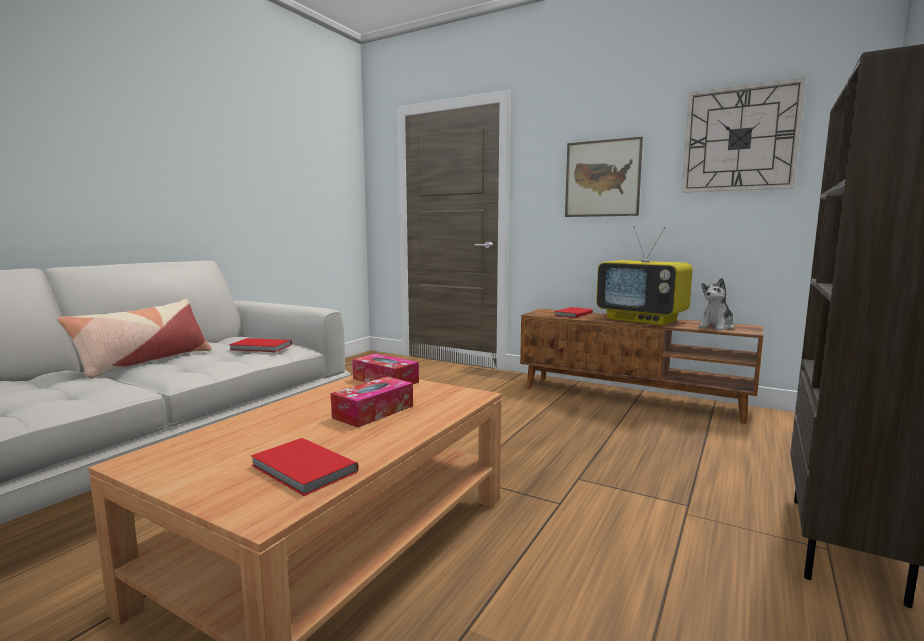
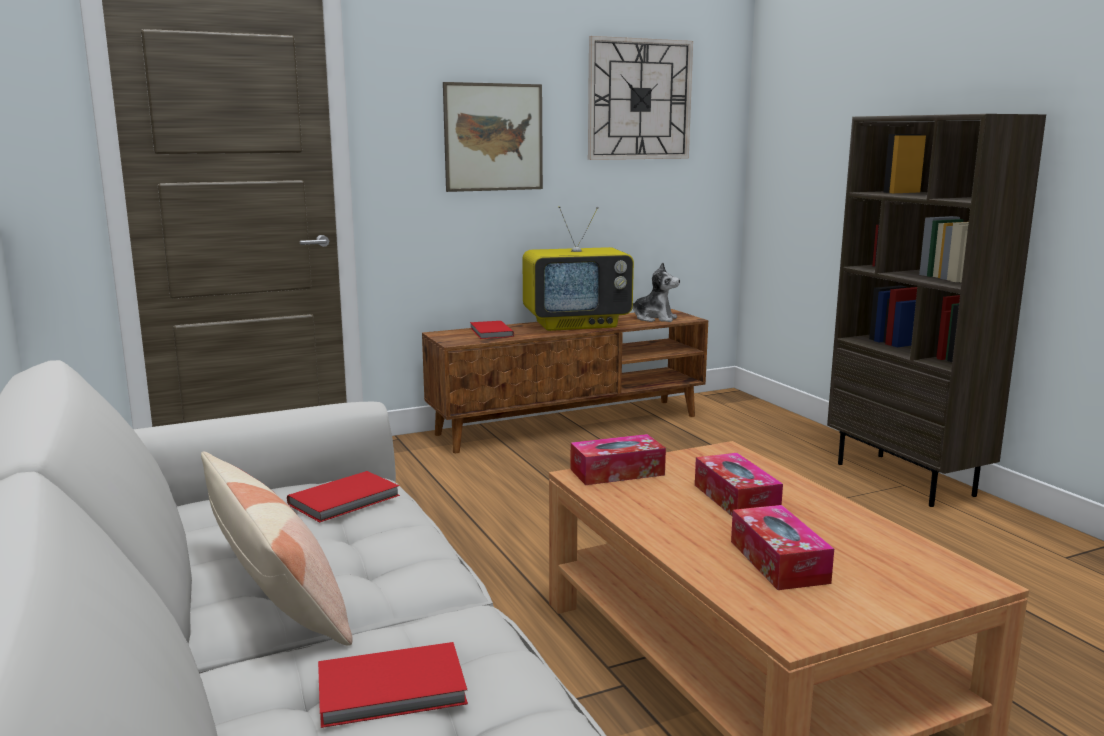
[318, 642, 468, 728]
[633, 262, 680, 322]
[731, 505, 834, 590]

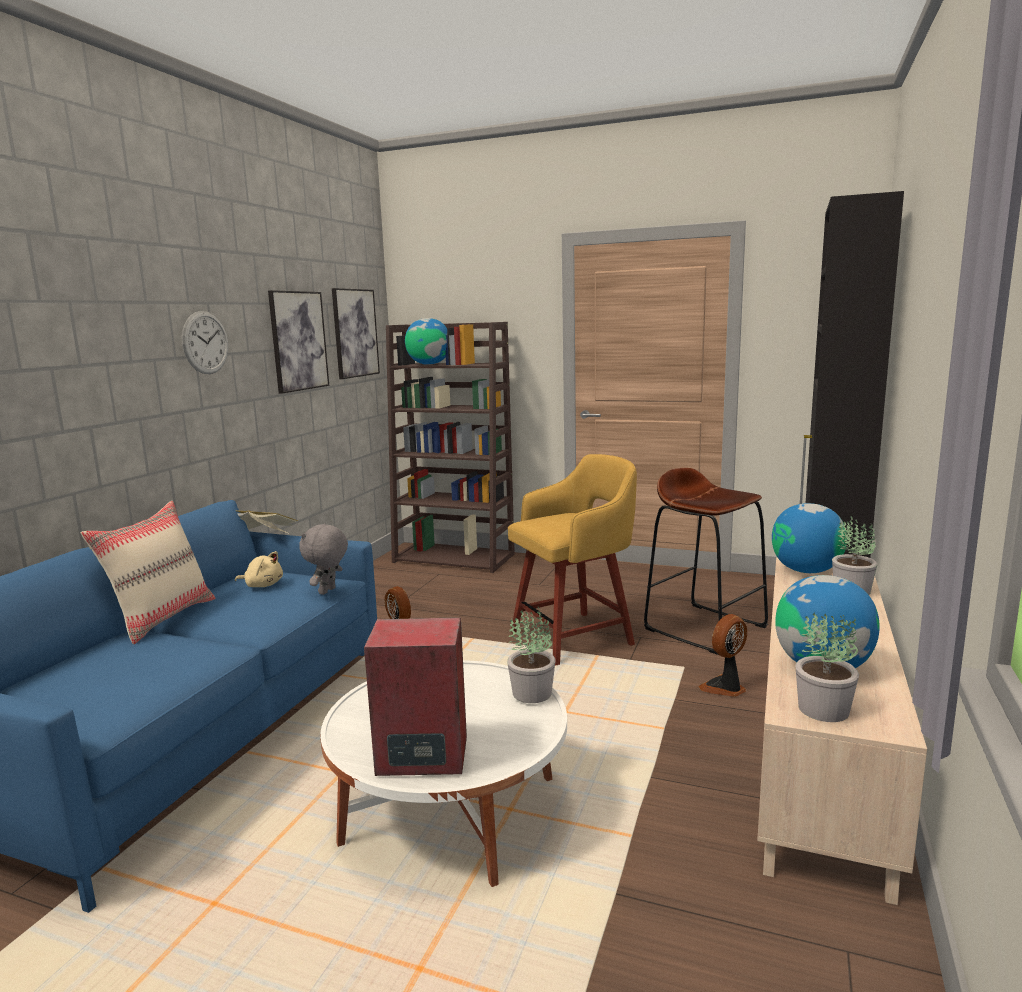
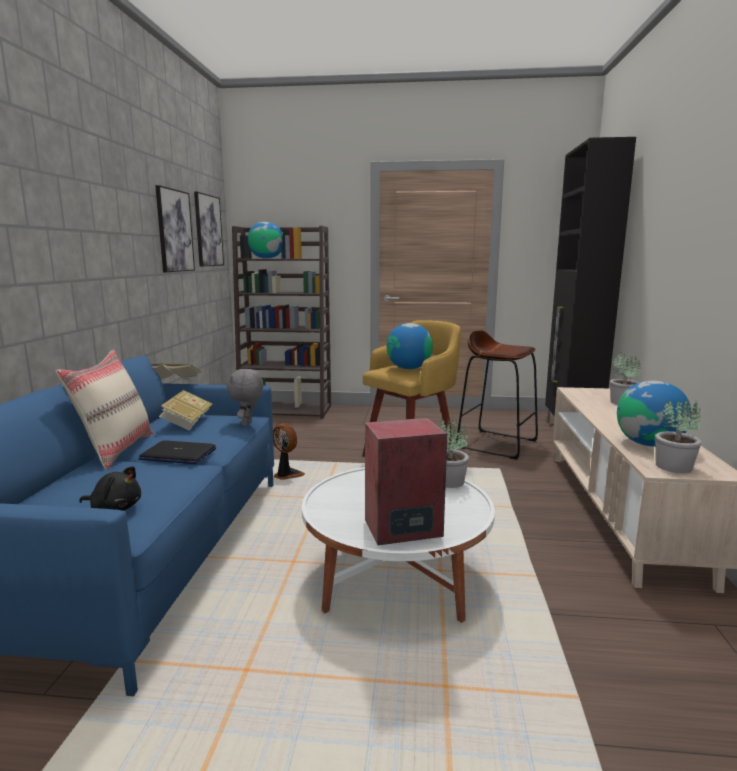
[182, 311, 228, 374] (first image)
[159, 390, 213, 431]
[698, 614, 747, 697] (first image)
[387, 323, 433, 369]
[79, 466, 141, 511]
[139, 440, 216, 464]

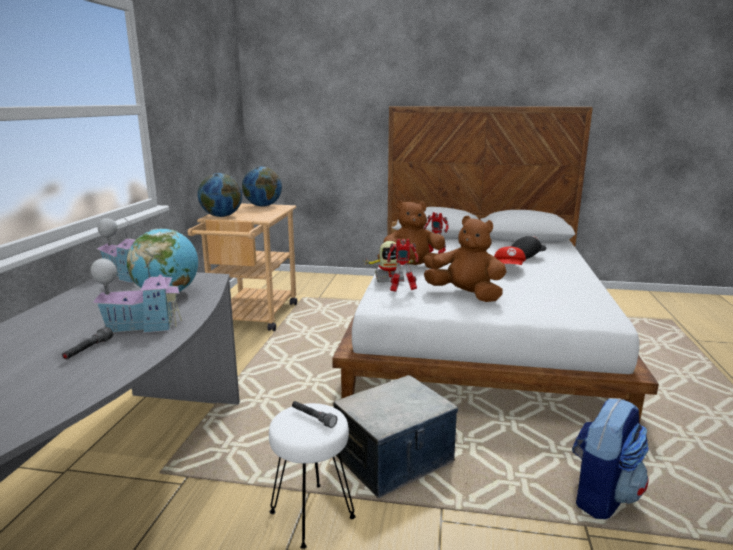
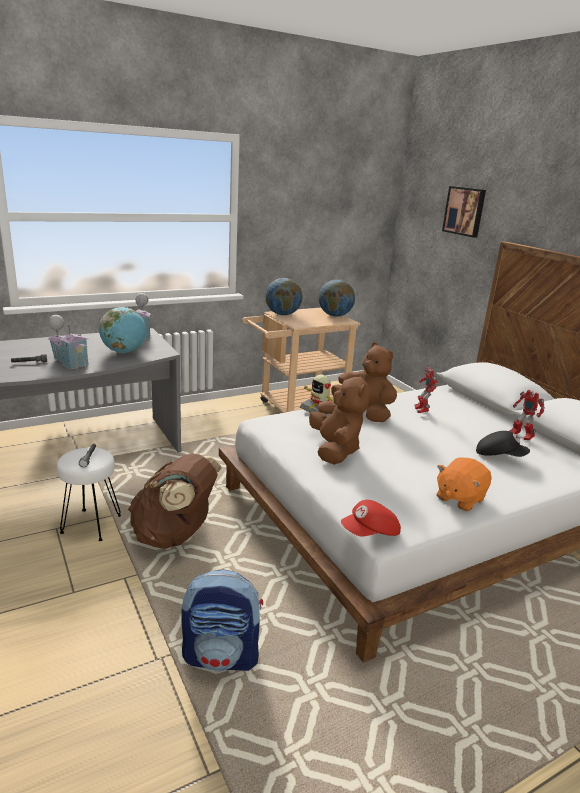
[128, 454, 222, 549]
[509, 390, 545, 440]
[341, 500, 401, 536]
[436, 457, 491, 511]
[442, 186, 486, 237]

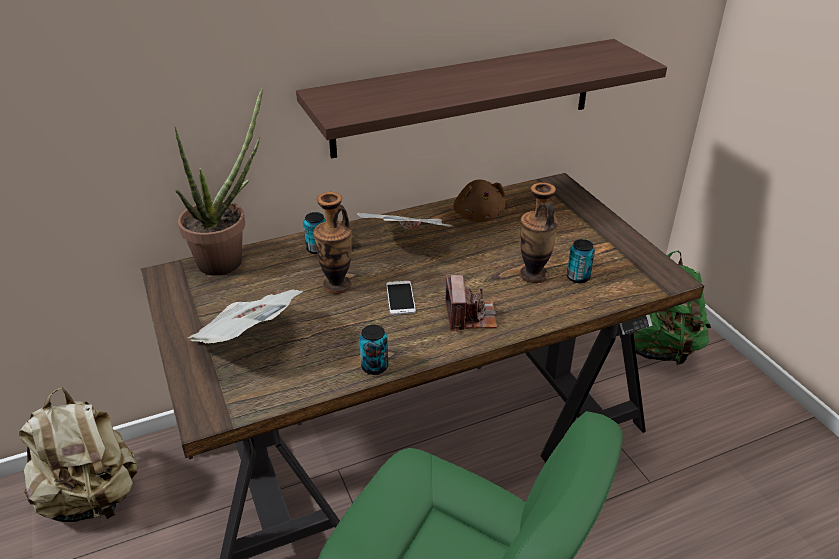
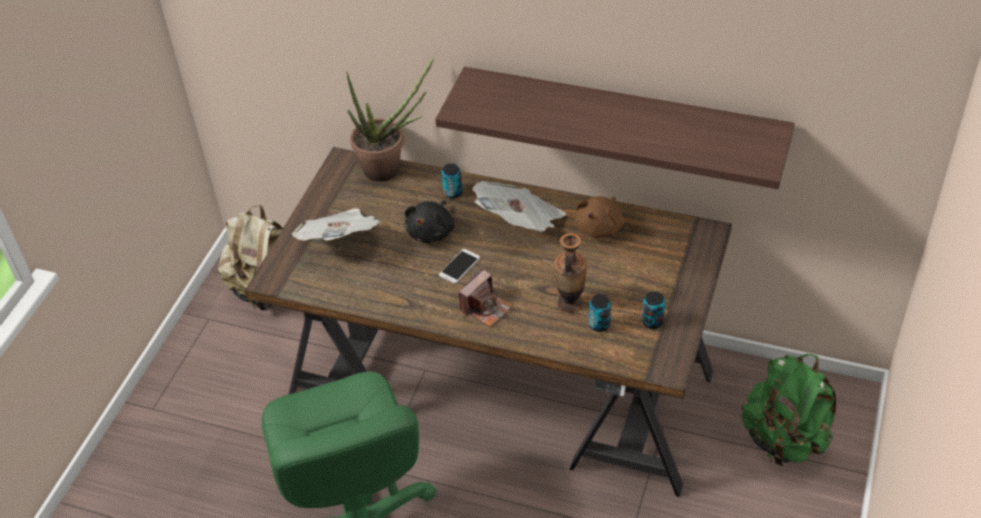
[405, 201, 454, 243]
[642, 291, 665, 329]

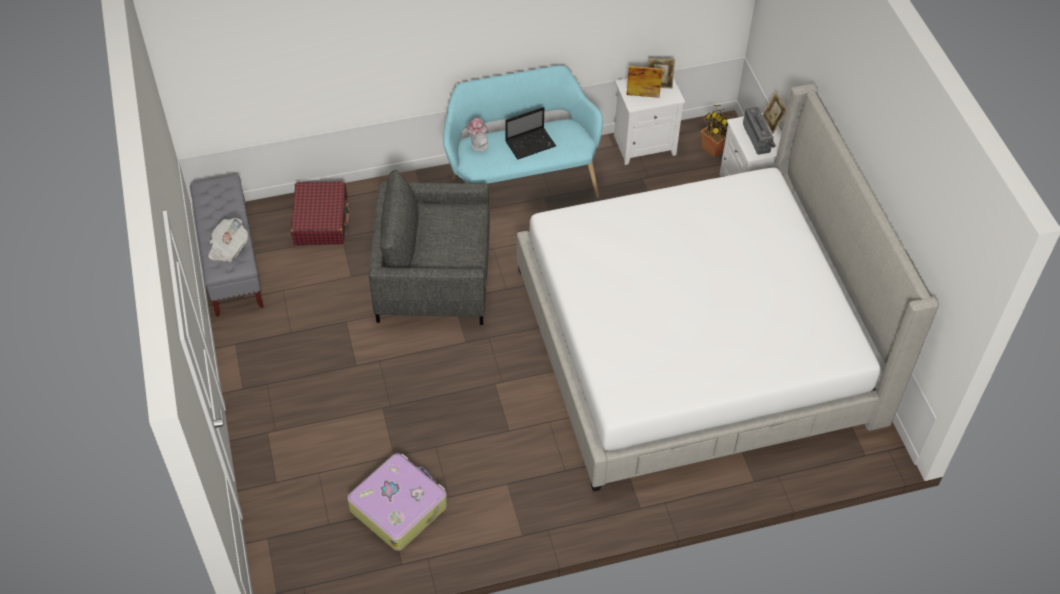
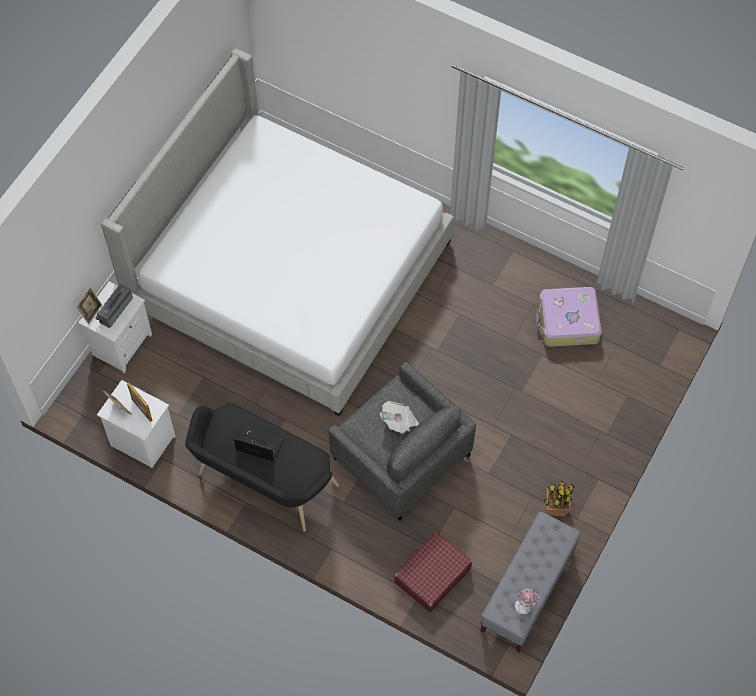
[380, 401, 419, 434]
[185, 403, 339, 531]
[515, 589, 540, 614]
[544, 479, 574, 516]

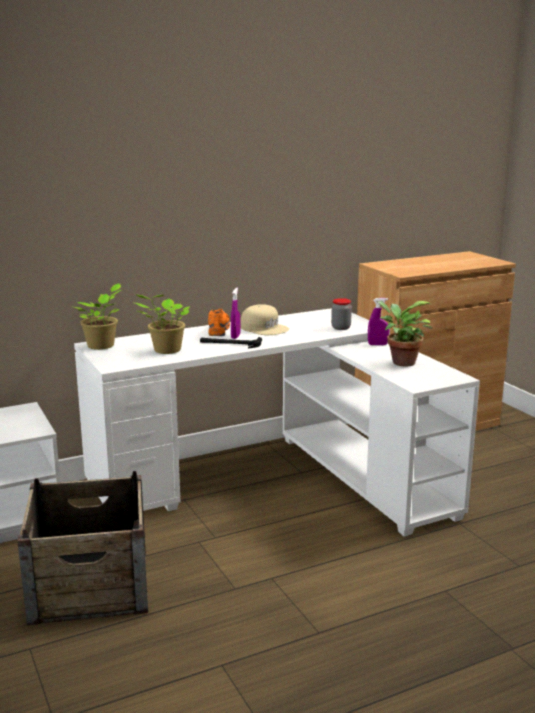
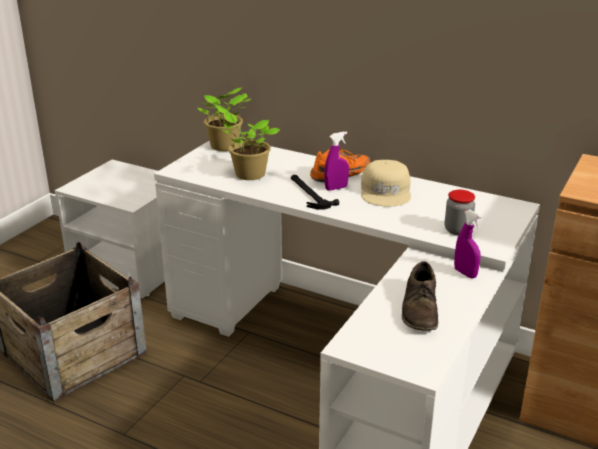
[402, 261, 438, 331]

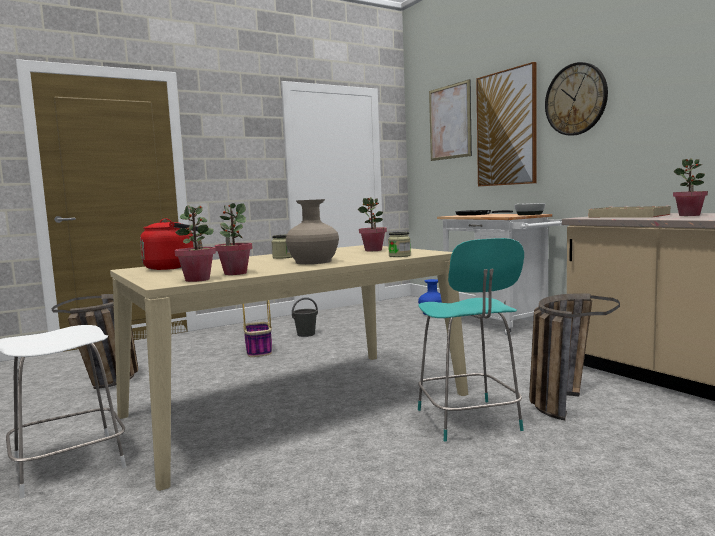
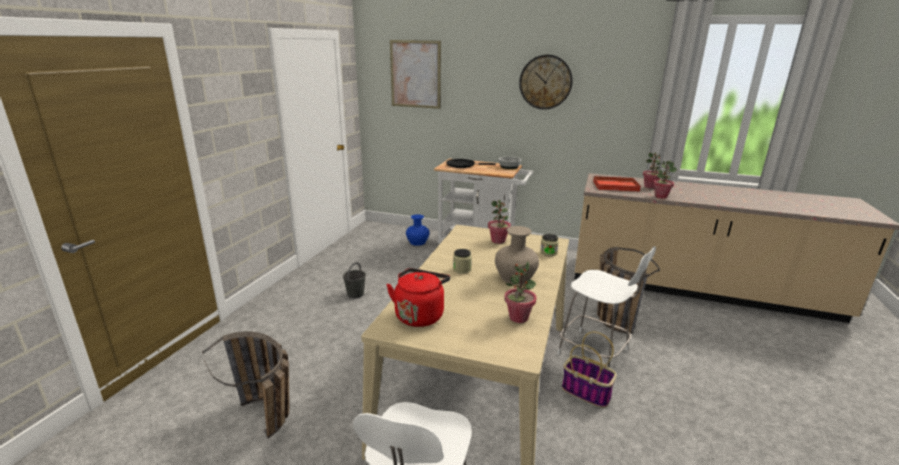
[653, 161, 677, 199]
[562, 332, 617, 408]
[557, 246, 656, 368]
[476, 62, 537, 186] (first image)
[593, 176, 641, 192]

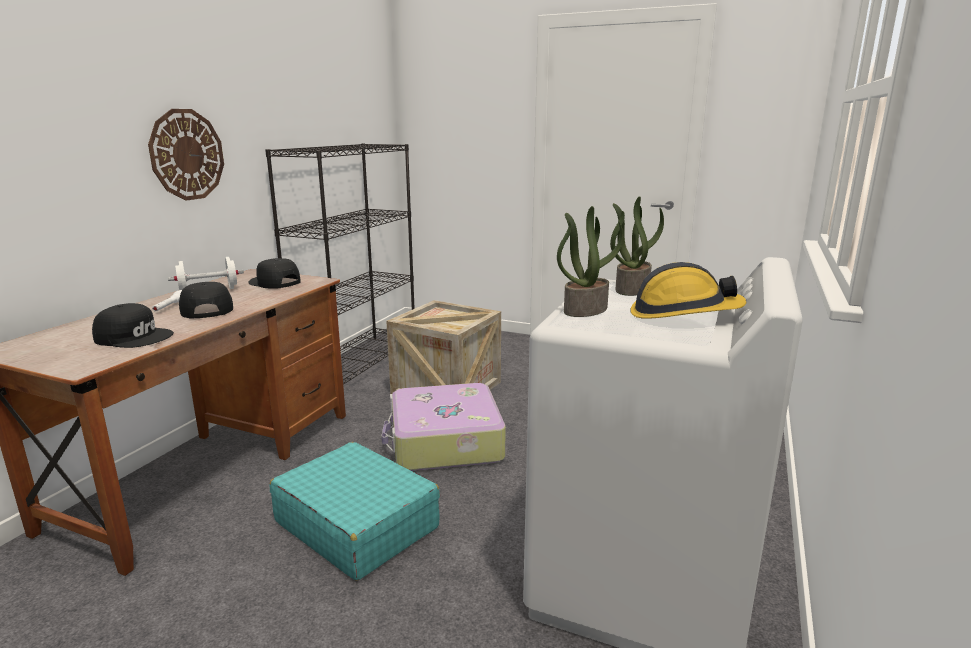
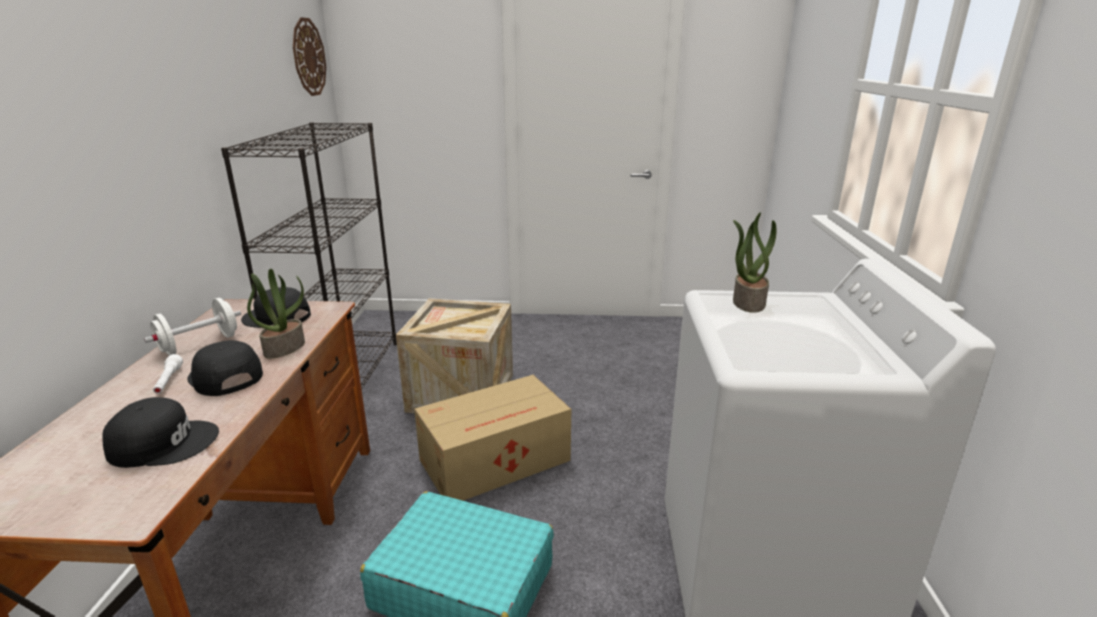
[293, 17, 326, 96]
[414, 375, 571, 501]
[247, 269, 305, 359]
[630, 262, 746, 319] (first image)

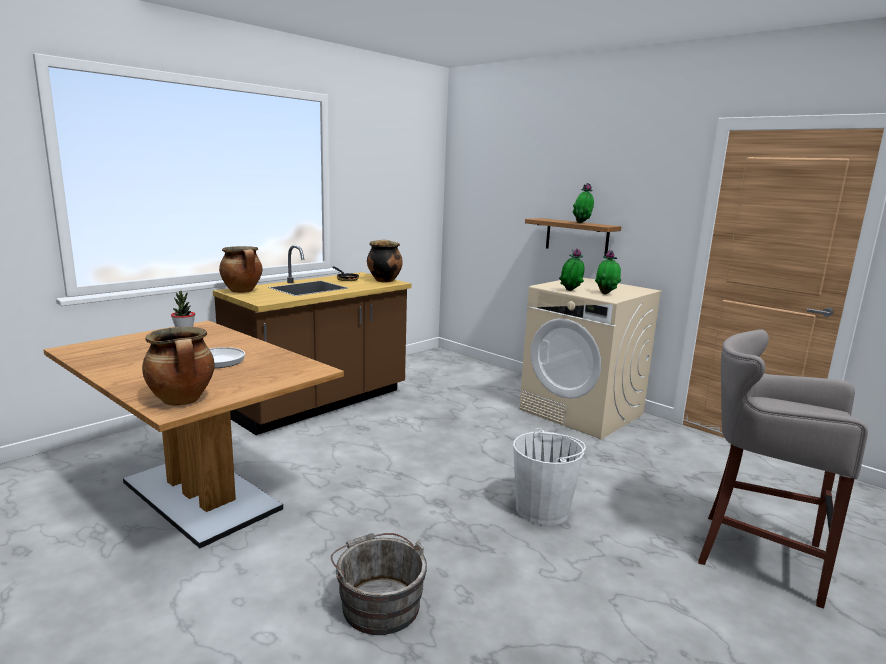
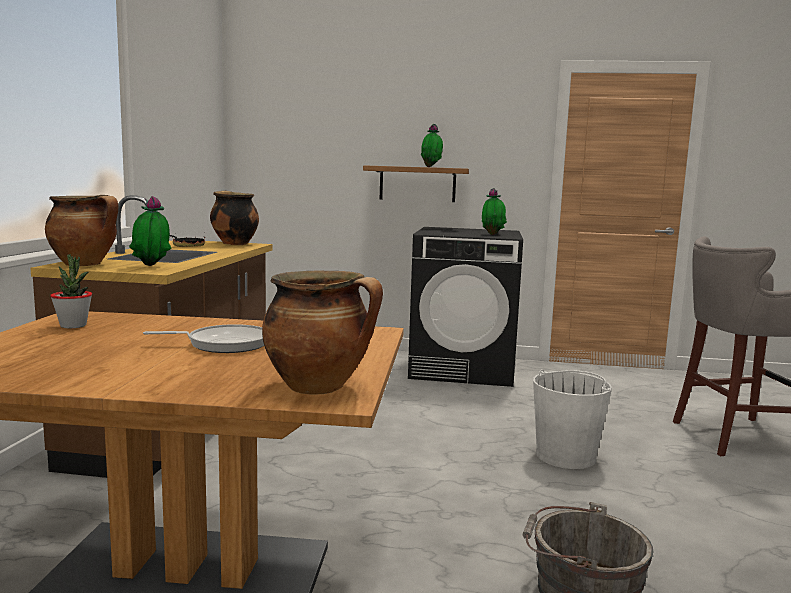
[408, 227, 523, 387]
[129, 196, 172, 266]

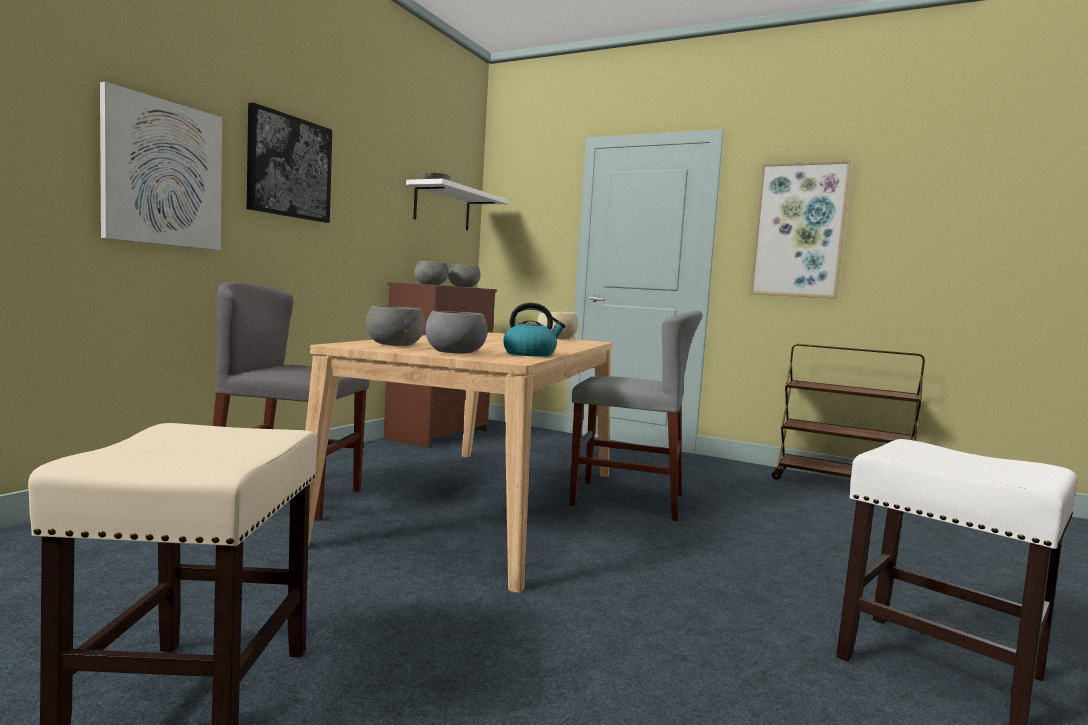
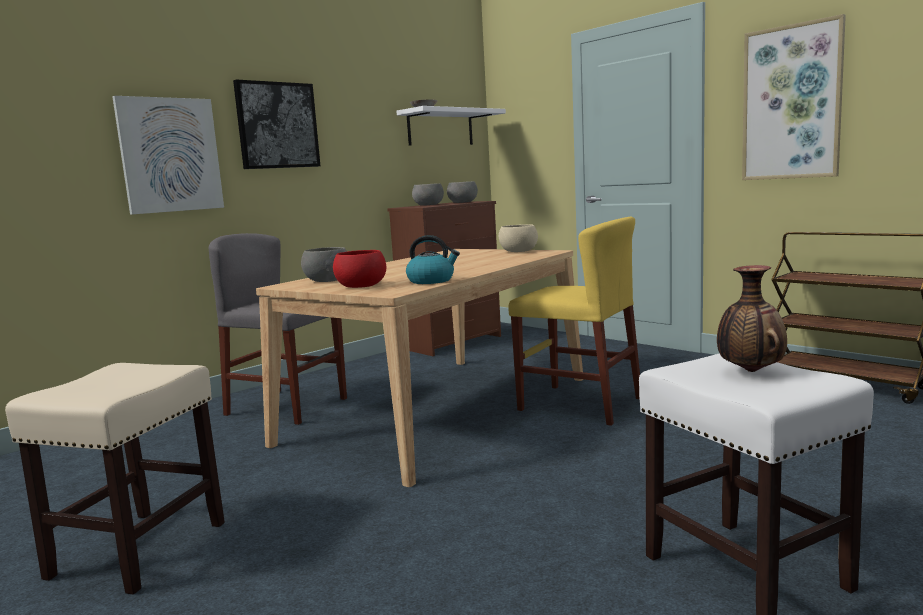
[333, 250, 386, 288]
[508, 217, 640, 426]
[717, 265, 787, 372]

